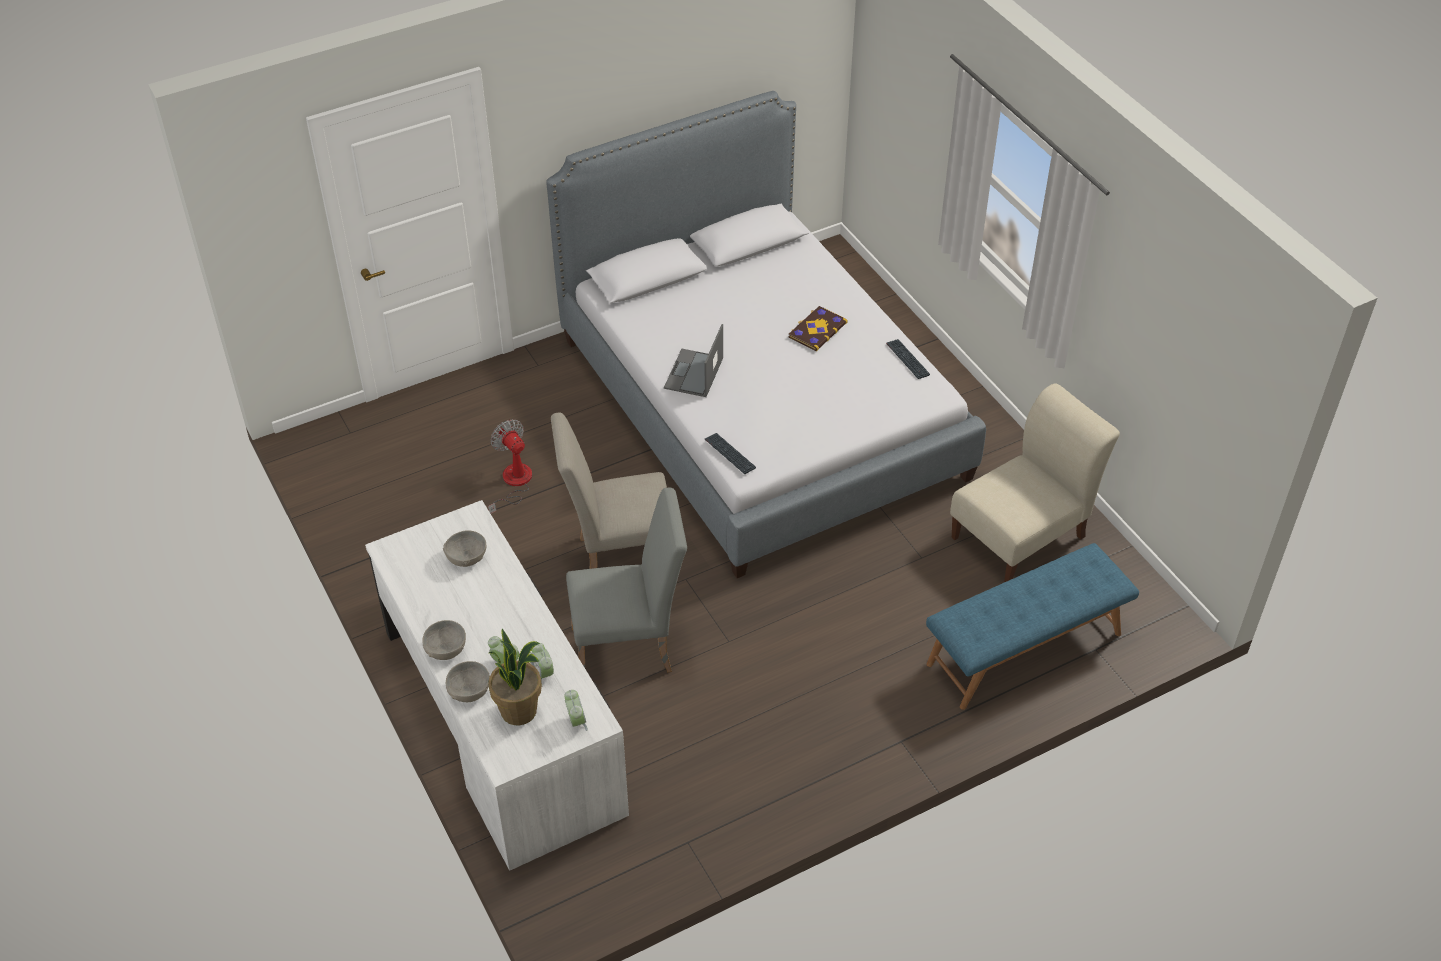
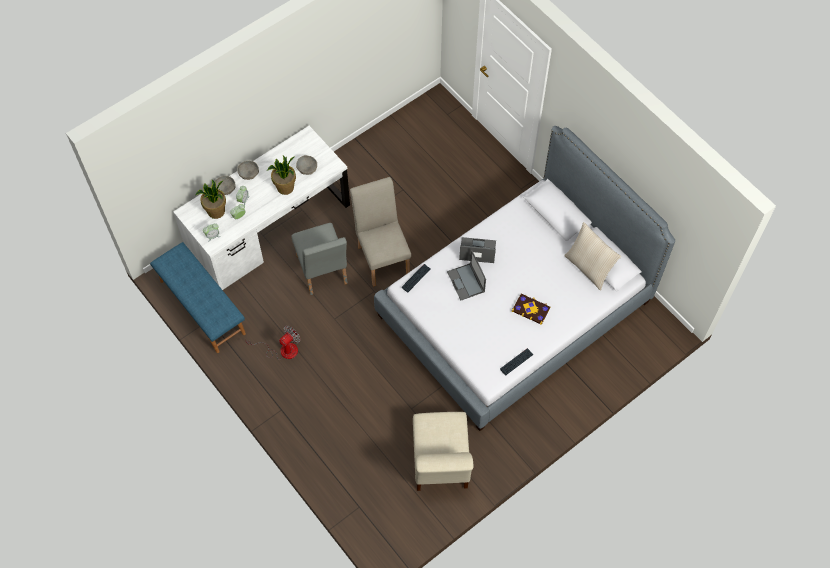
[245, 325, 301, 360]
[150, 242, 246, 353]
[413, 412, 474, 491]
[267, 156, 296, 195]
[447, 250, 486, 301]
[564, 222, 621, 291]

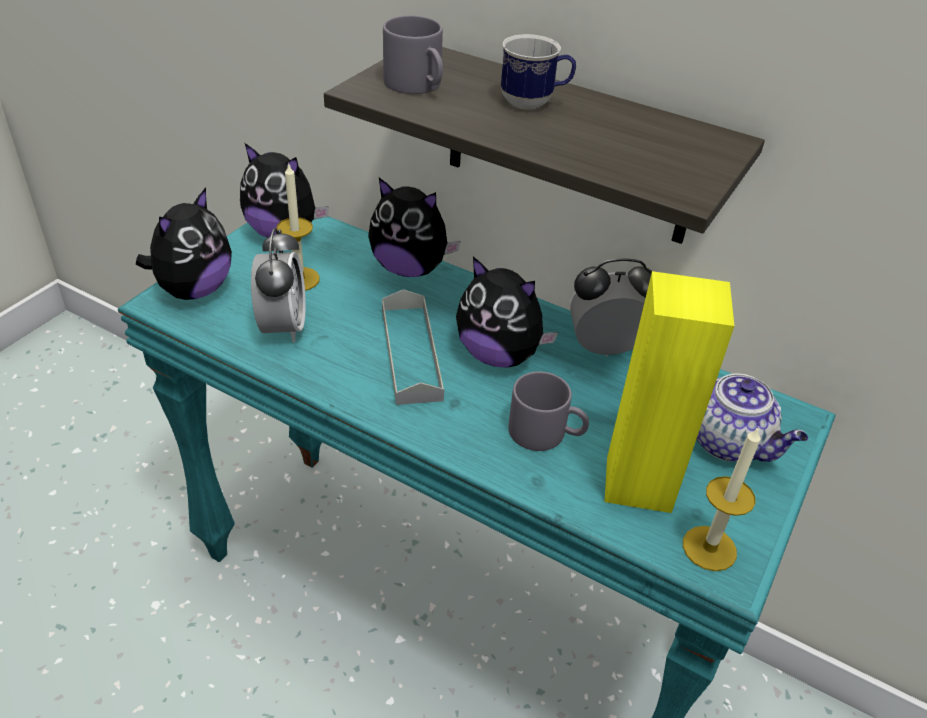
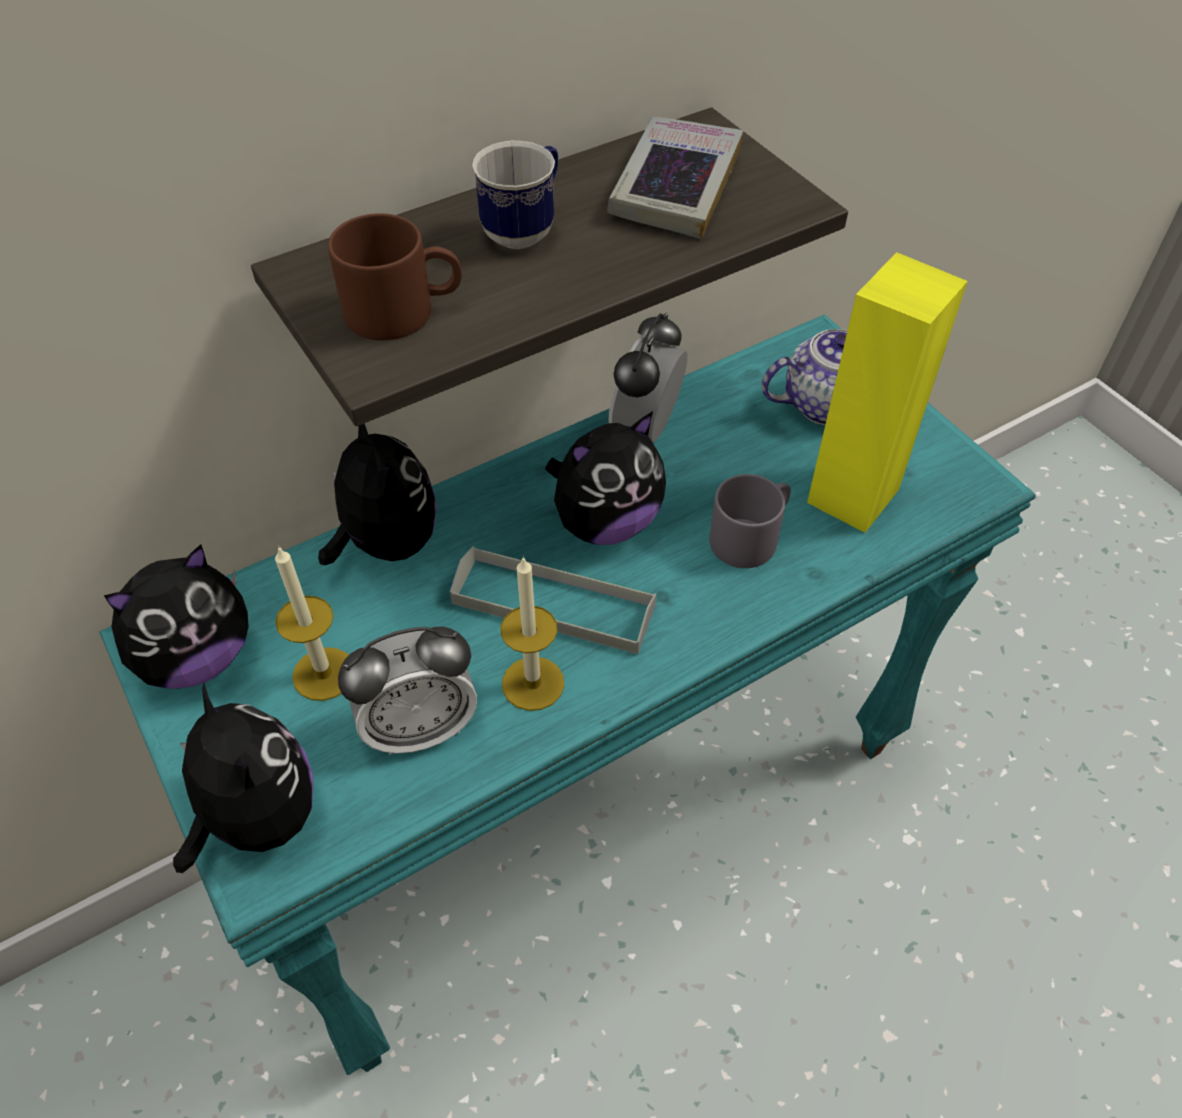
[338, 627, 477, 755]
[318, 423, 437, 565]
[328, 213, 462, 340]
[500, 556, 564, 711]
[607, 117, 743, 239]

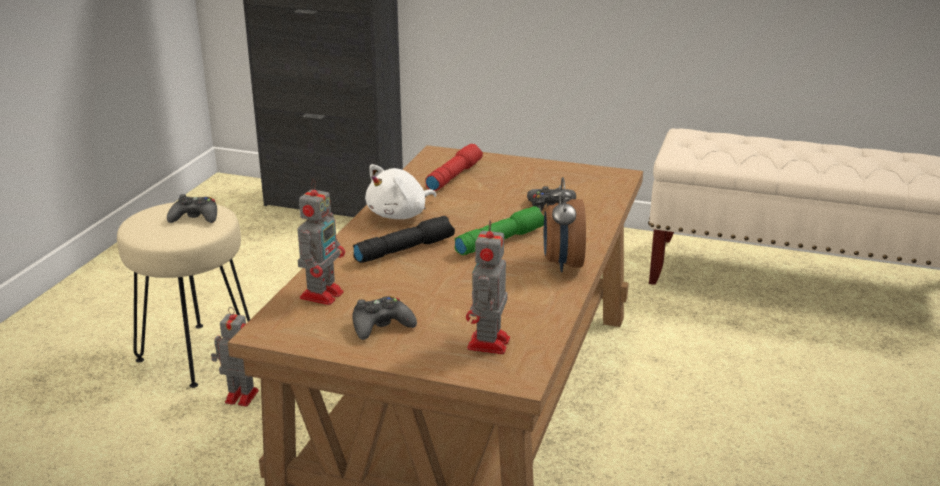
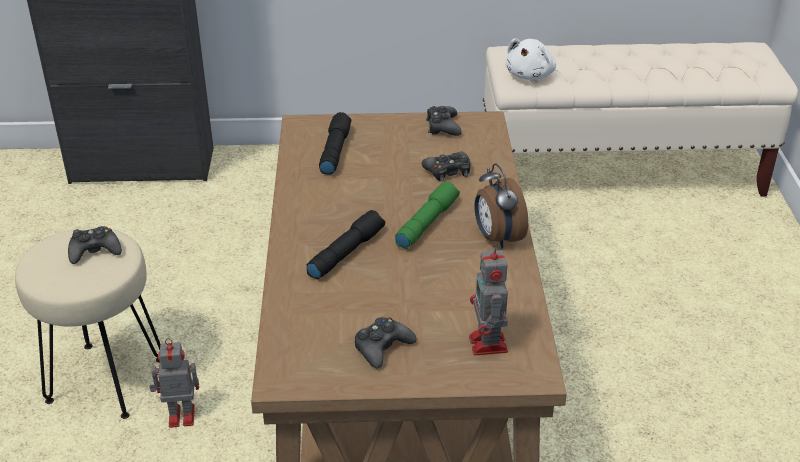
[297, 179, 345, 305] (first image)
[506, 38, 556, 80]
[319, 112, 351, 174]
[426, 106, 462, 136]

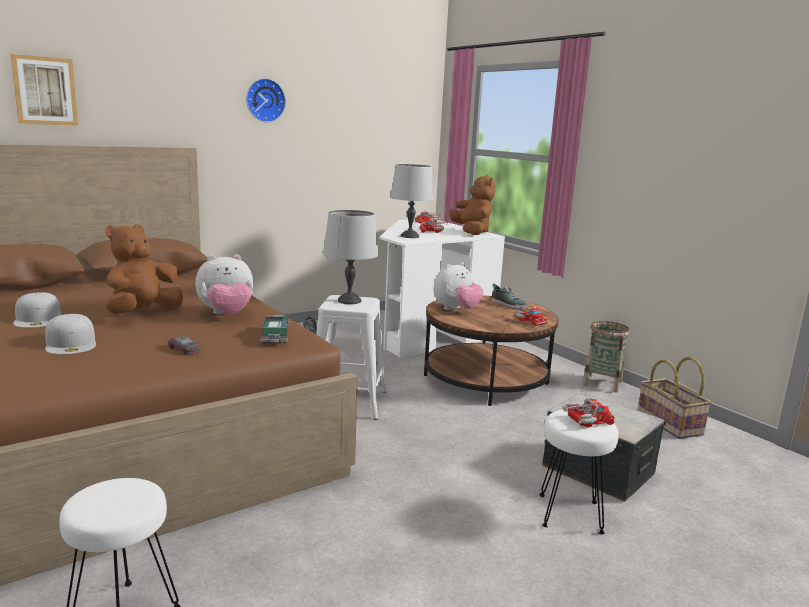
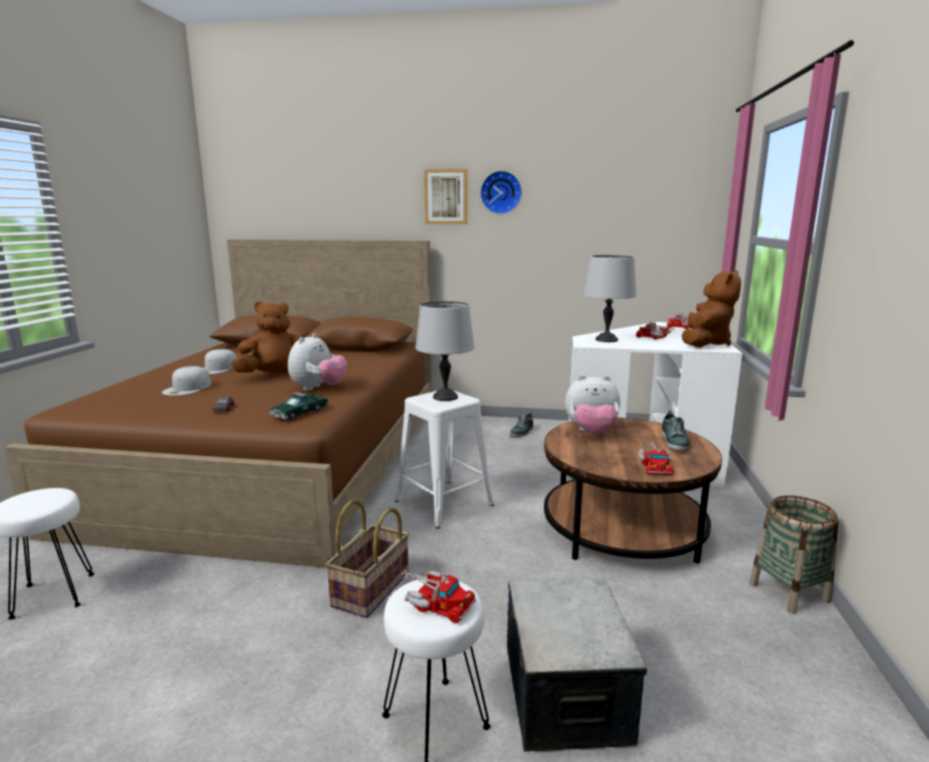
[424, 169, 467, 224]
[288, 333, 347, 391]
[326, 499, 409, 618]

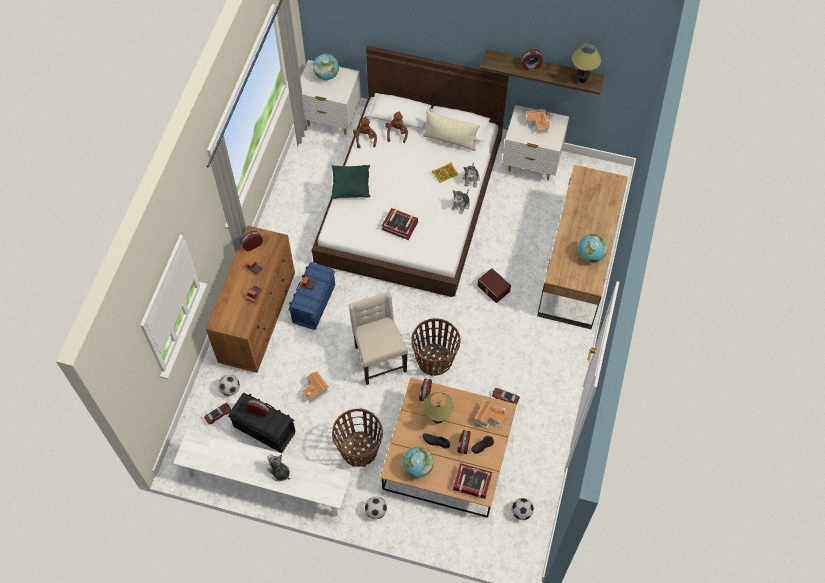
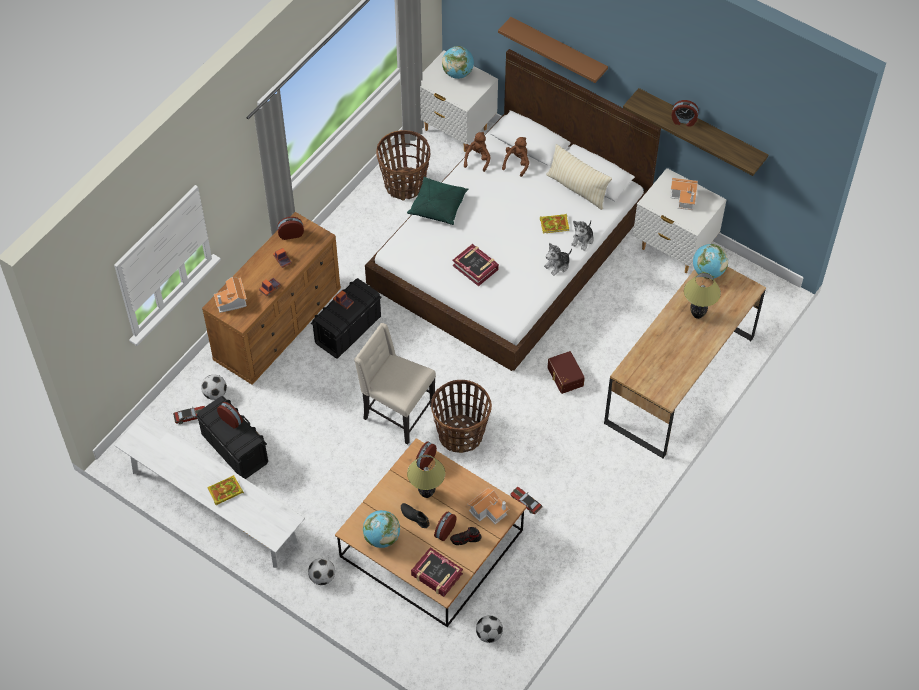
[207, 475, 244, 505]
[311, 278, 382, 358]
[214, 277, 247, 313]
[376, 130, 430, 201]
[354, 323, 436, 445]
[684, 273, 721, 319]
[693, 244, 728, 279]
[498, 17, 608, 83]

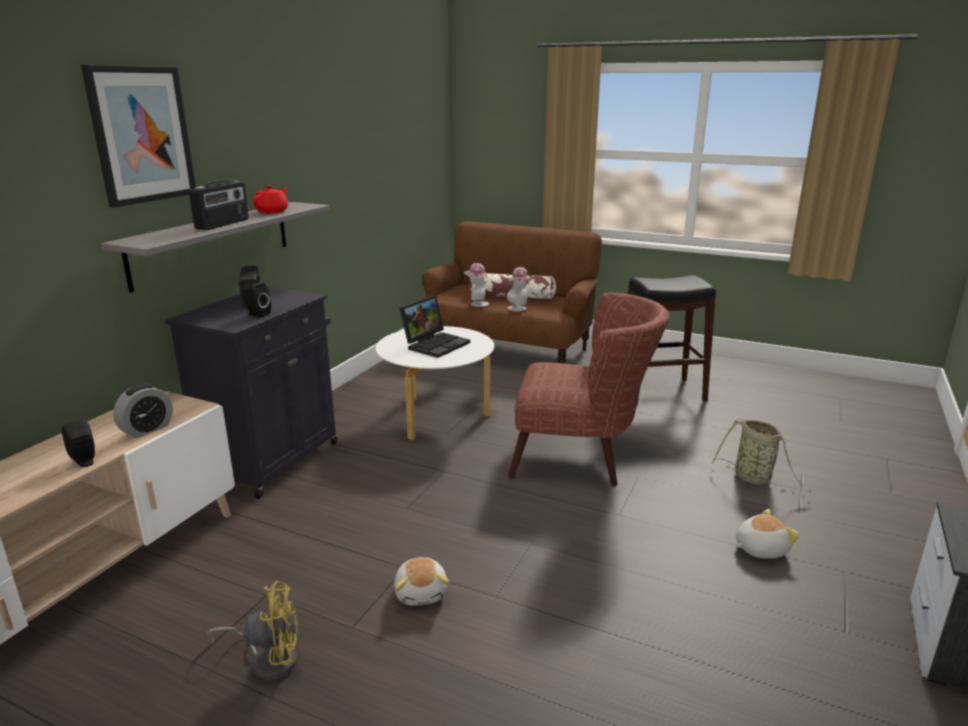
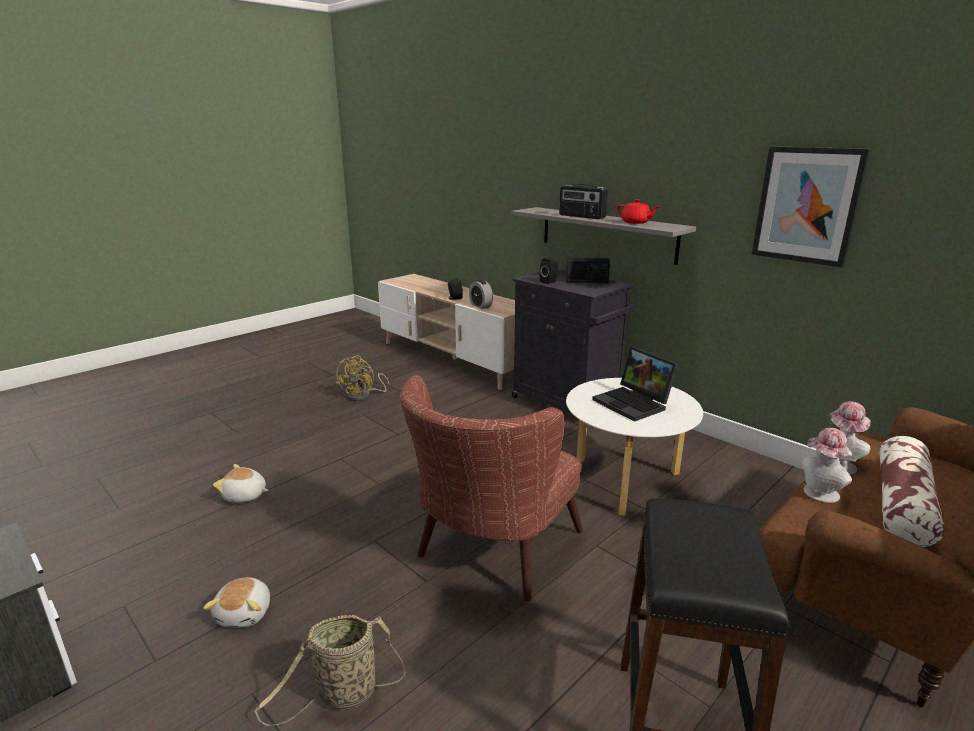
[752, 146, 870, 268]
[213, 464, 268, 503]

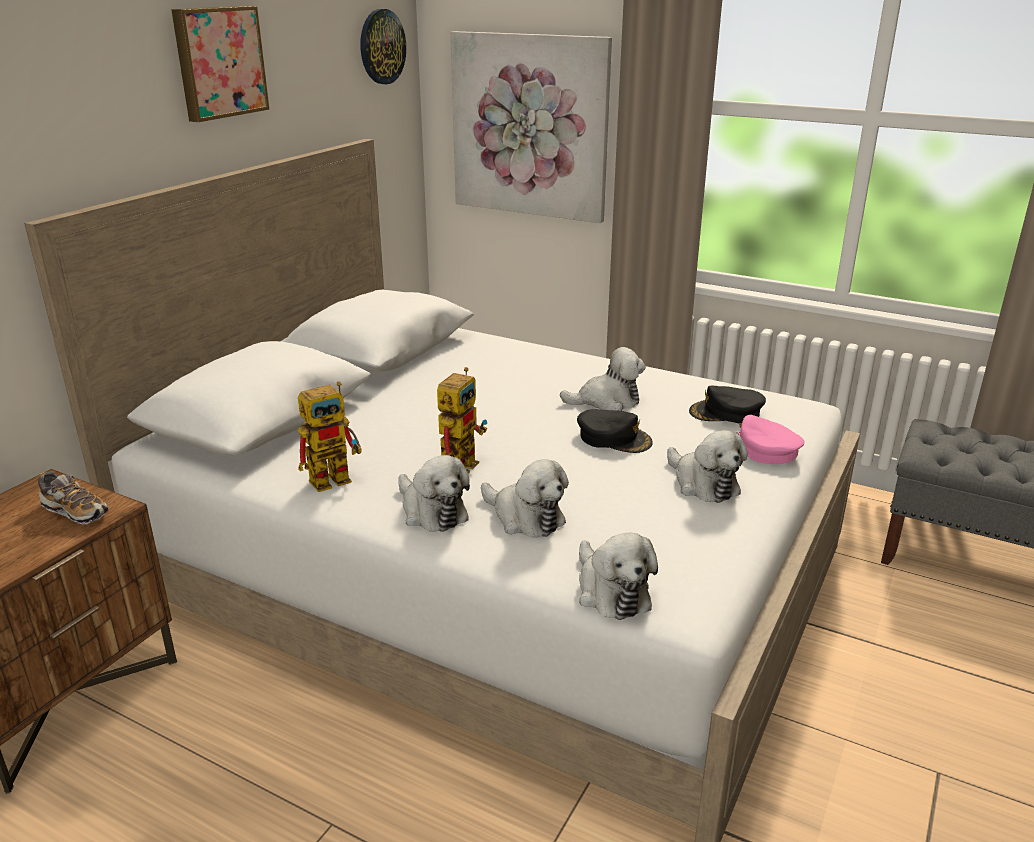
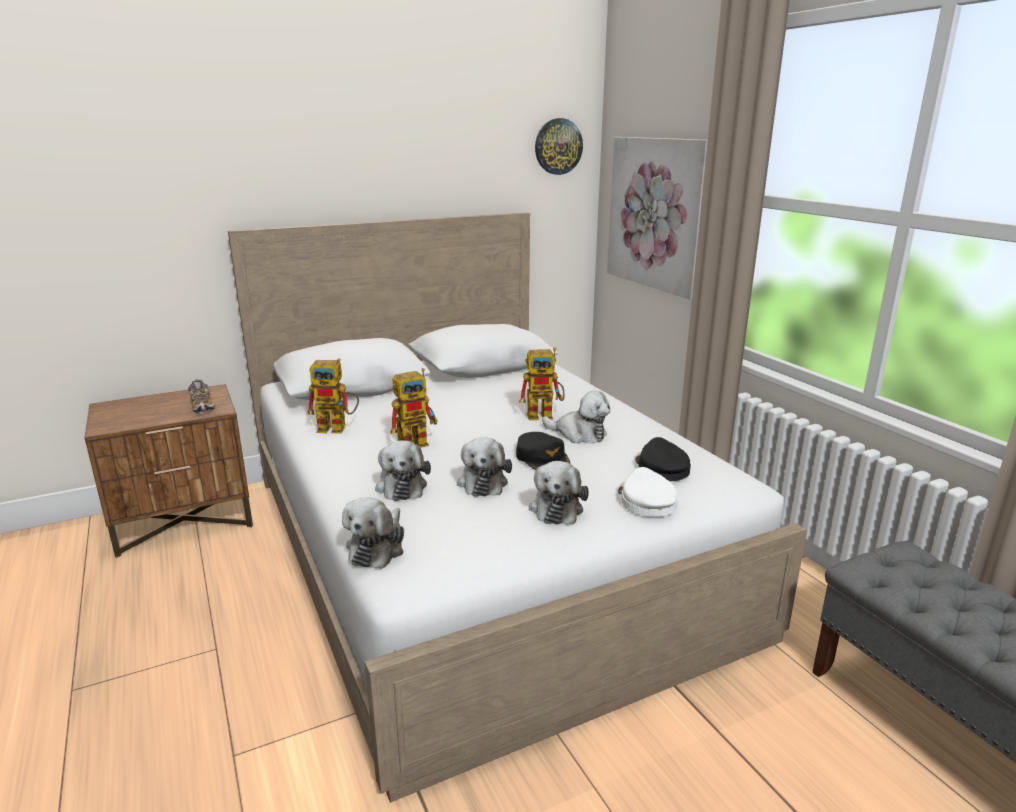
[171, 6, 270, 122] (first image)
[457, 437, 512, 497]
[635, 437, 691, 481]
[618, 467, 678, 517]
[519, 347, 565, 420]

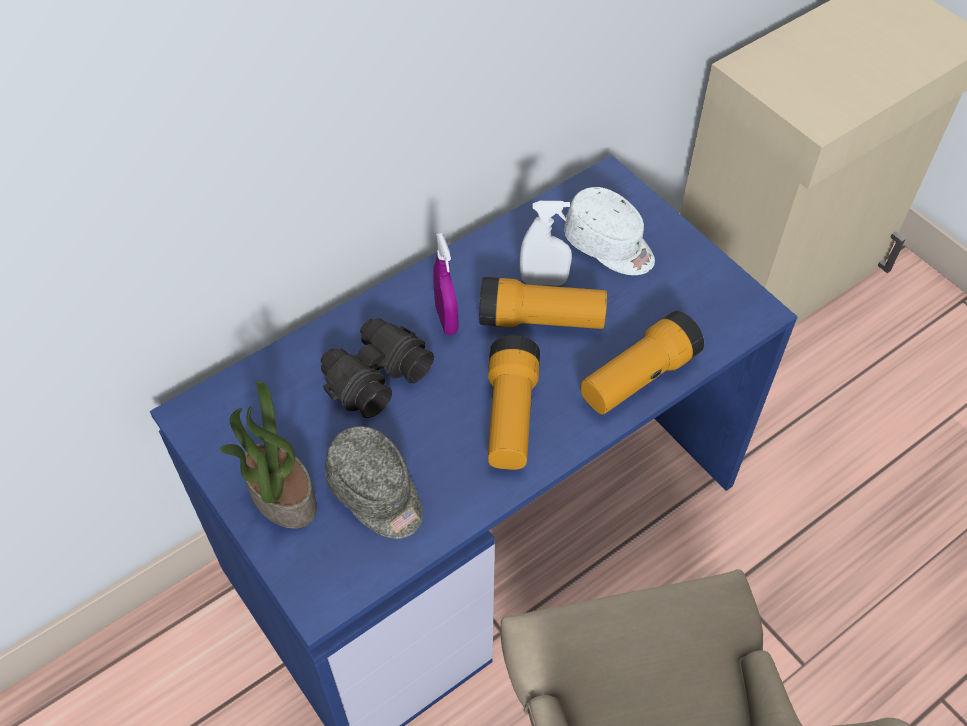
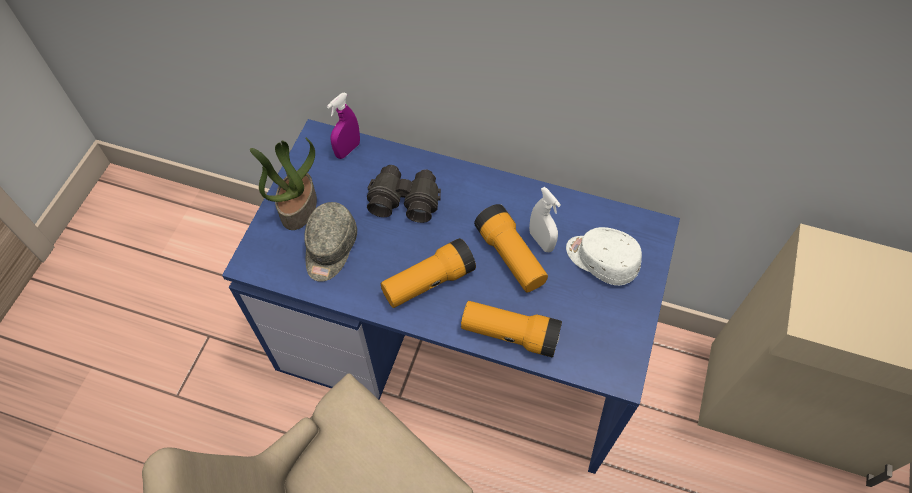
[327, 92, 360, 159]
[566, 227, 642, 285]

